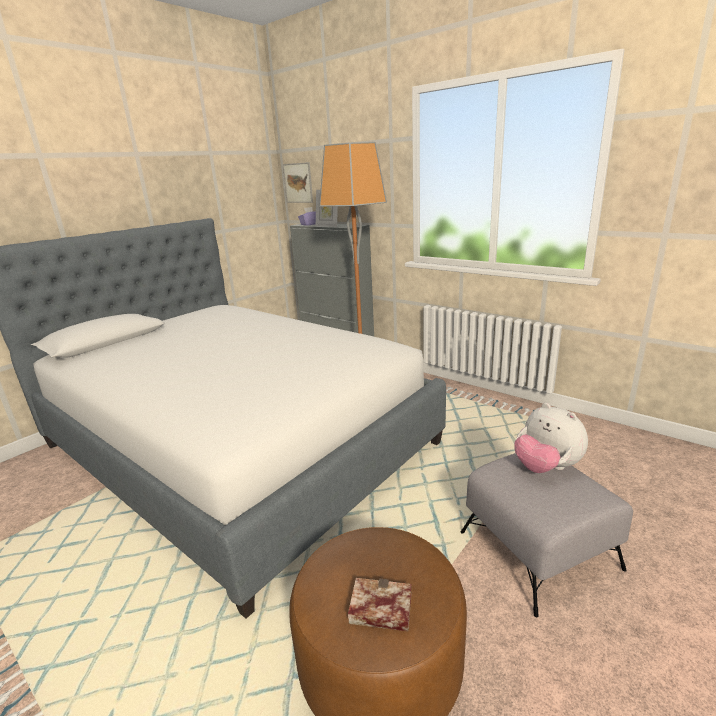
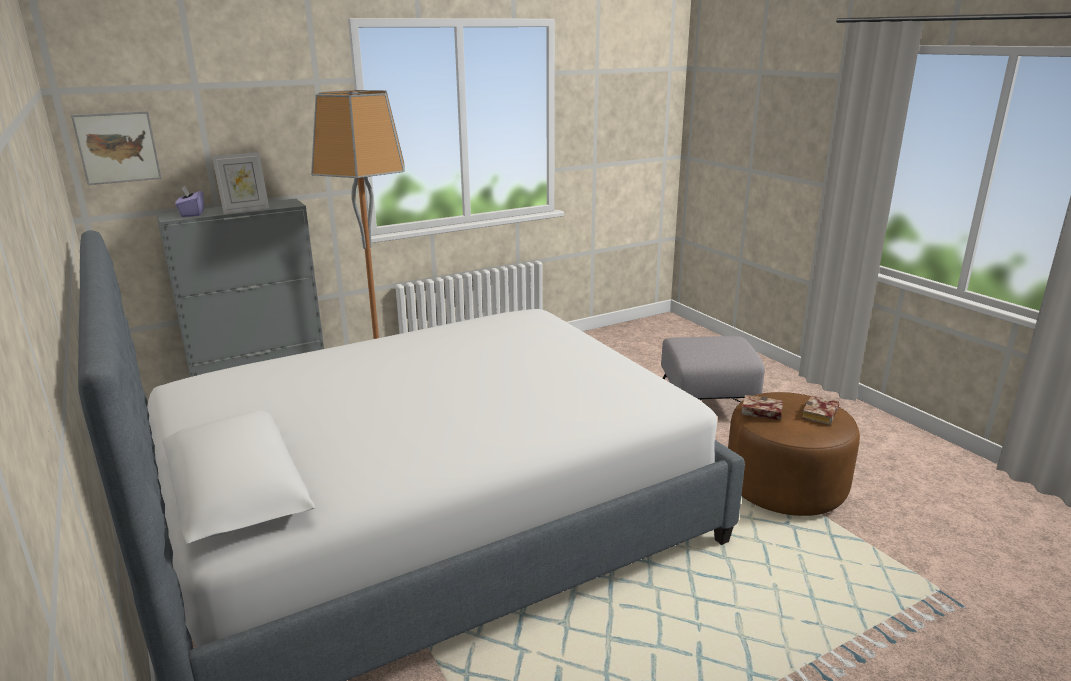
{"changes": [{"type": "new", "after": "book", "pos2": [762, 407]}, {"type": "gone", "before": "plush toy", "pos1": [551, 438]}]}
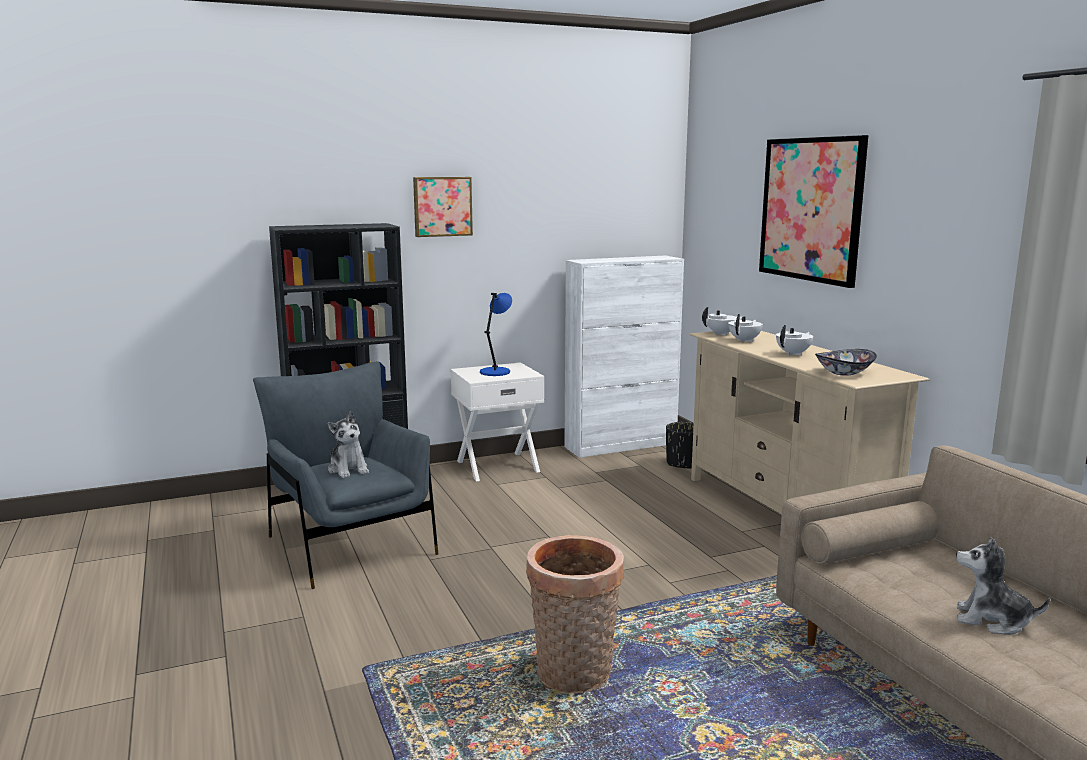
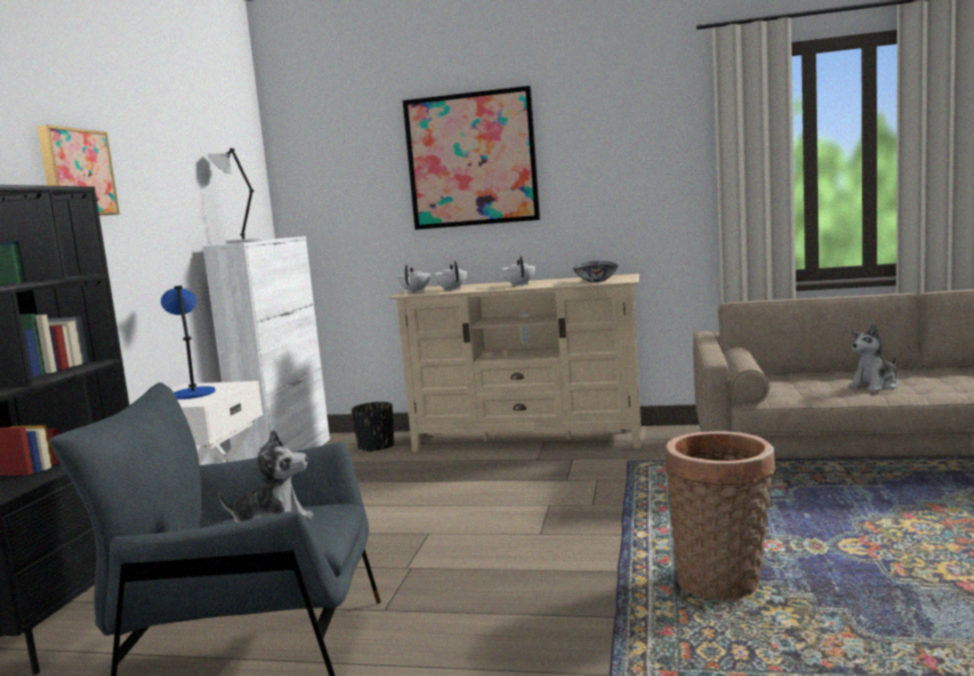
{"changes": [{"type": "new", "after": "table lamp (grey)", "pos2": [235, 196]}]}
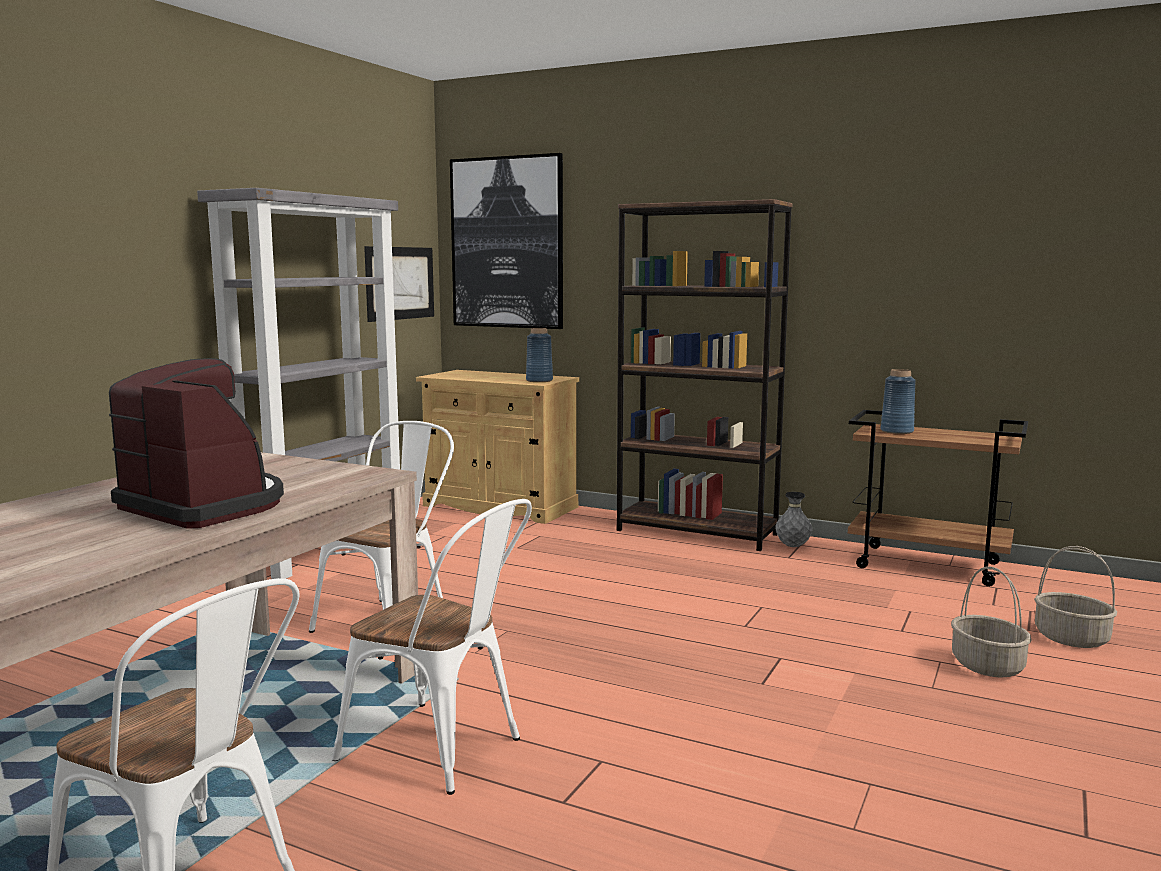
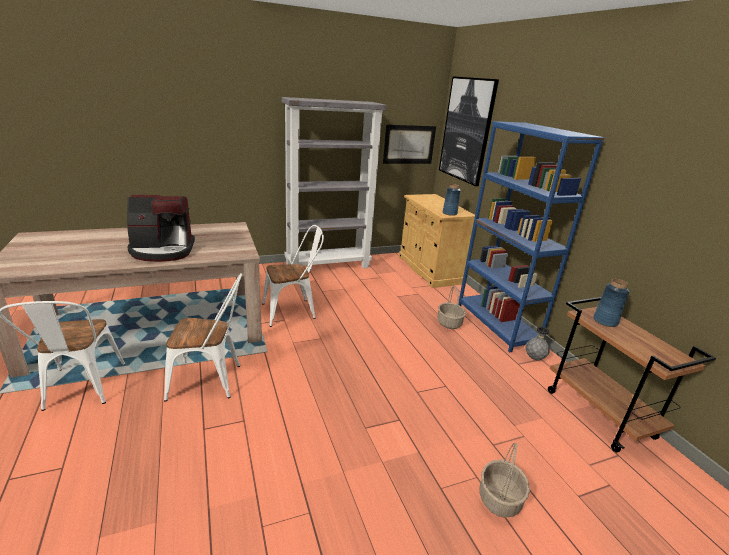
{"changes": [{"type": "rotated", "before": "coffee machine", "pos1": [196, 443], "pos2": [161, 228], "turn": 90}, {"type": "rotated", "before": "chair (white)", "pos1": [432, 647], "pos2": [203, 337], "turn": -75}, {"type": "shifted", "before": "basket", "pos1": [1075, 597], "pos2": [451, 307]}, {"type": "repainted", "before": "bookcase (brown)", "after": "bookcase (blue)", "pos1": [705, 375], "pos2": [532, 236]}]}
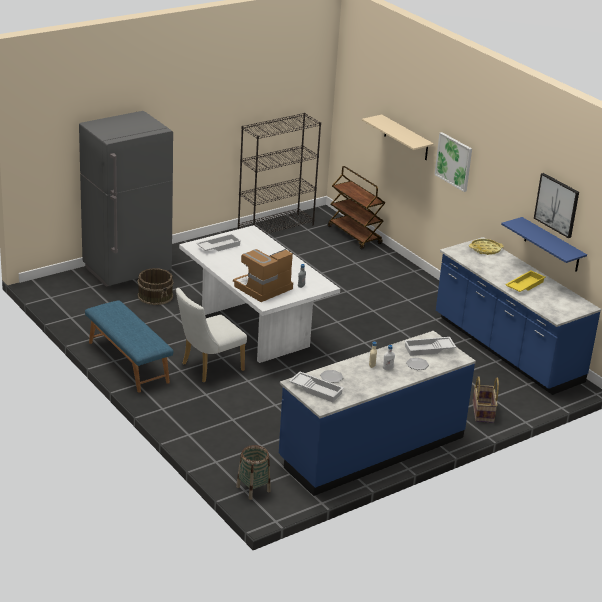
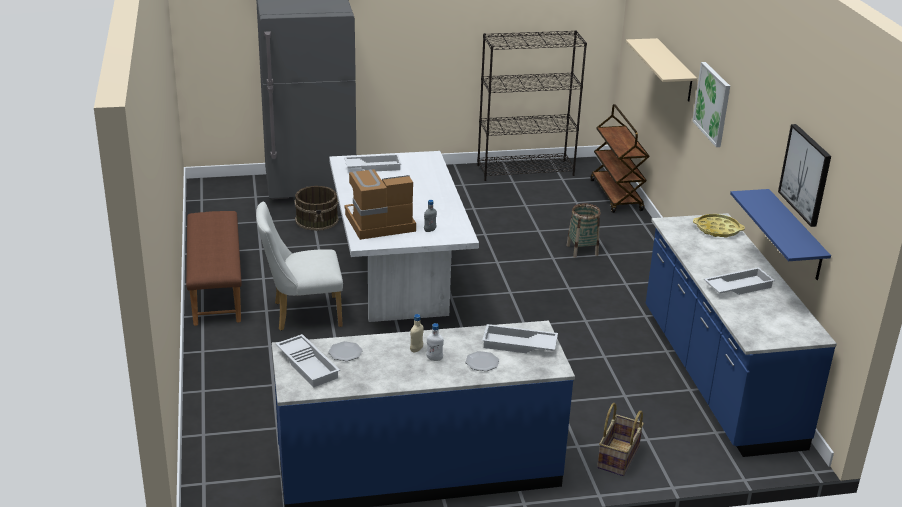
{"changes": [{"type": "repainted", "before": "bench (blue)", "after": "bench (brown)", "pos1": [129, 346], "pos2": [214, 268]}, {"type": "shifted", "before": "basket", "pos1": [253, 472], "pos2": [583, 230]}, {"type": "repainted", "before": "tray (yellow)", "after": "tray (white)", "pos1": [525, 281], "pos2": [739, 281]}]}
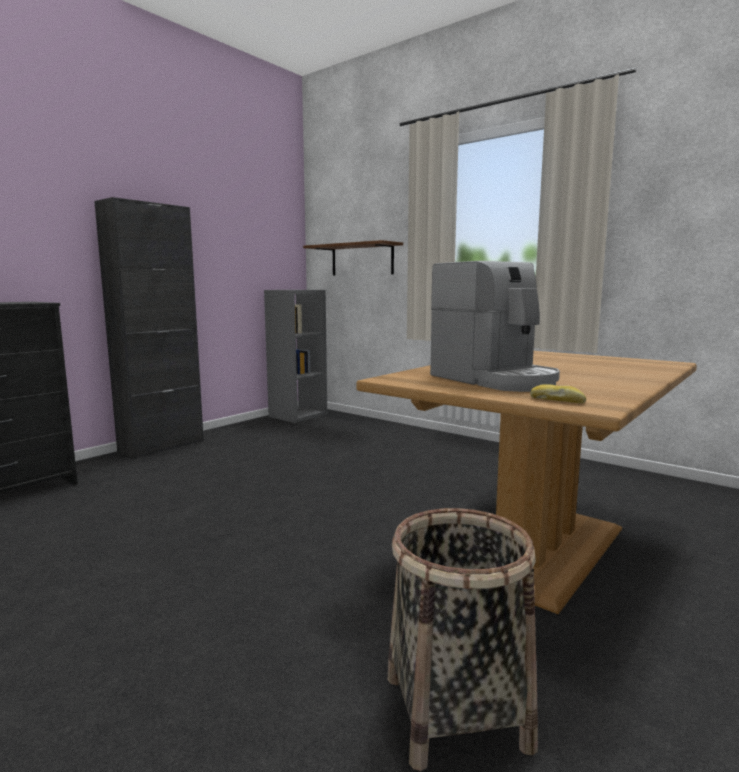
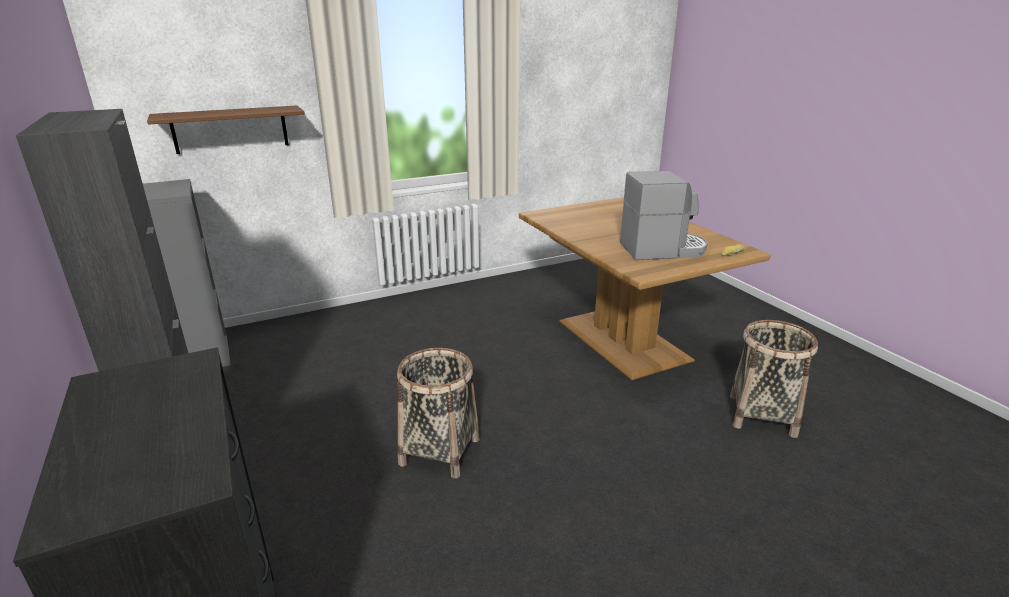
{"changes": [{"type": "new", "after": "basket", "pos2": [438, 413]}]}
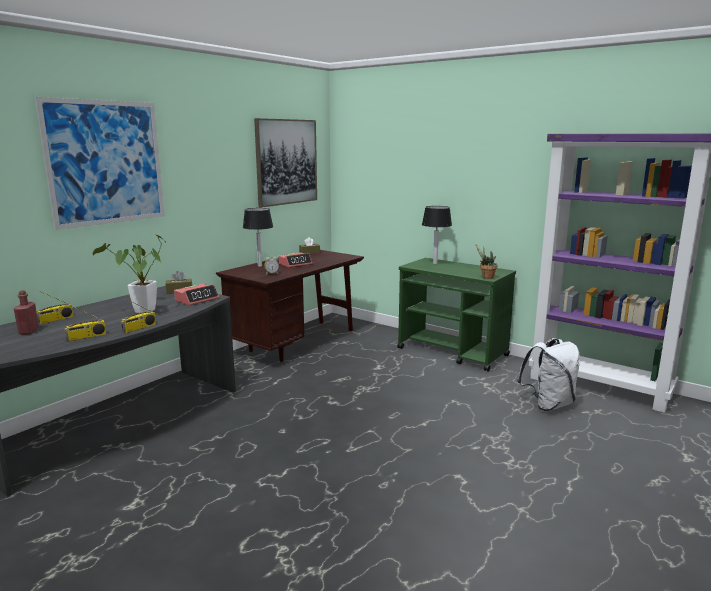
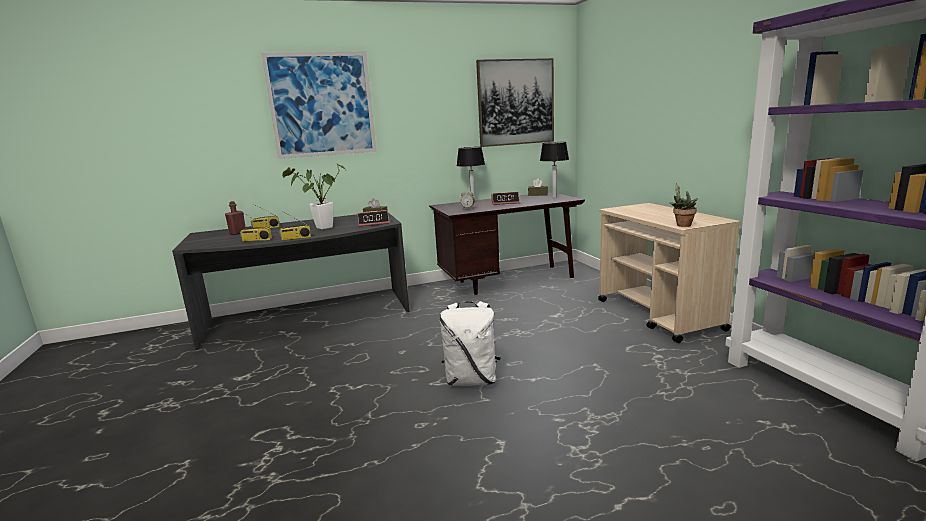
{"changes": [{"type": "shifted", "before": "backpack (white)", "pos1": [548, 374], "pos2": [470, 343]}, {"type": "shifted", "before": "table lamp", "pos1": [437, 235], "pos2": [554, 170]}, {"type": "repainted", "before": "cart (green)", "after": "cart (beige)", "pos1": [456, 315], "pos2": [669, 273]}]}
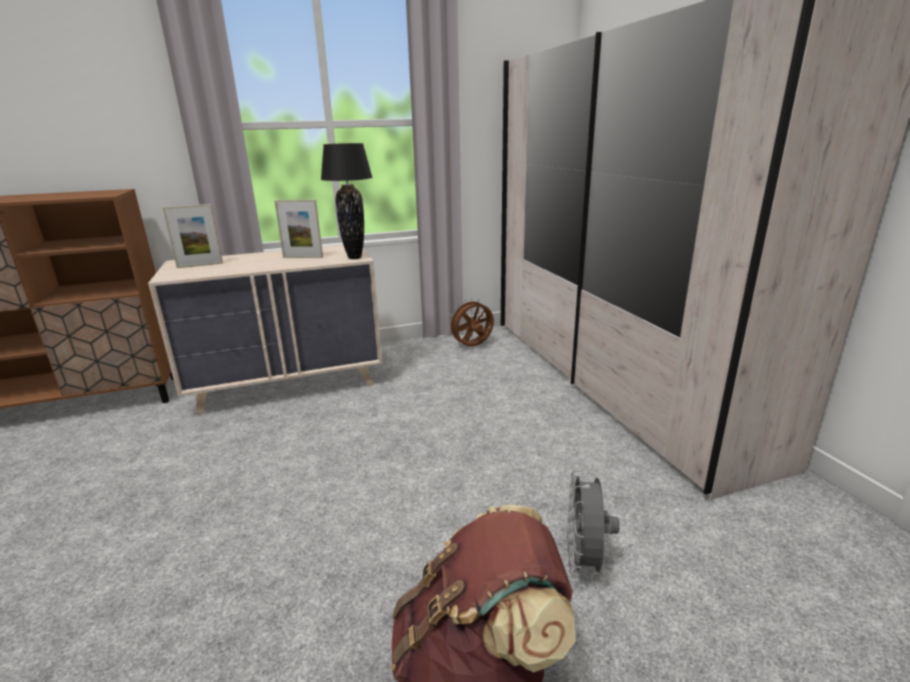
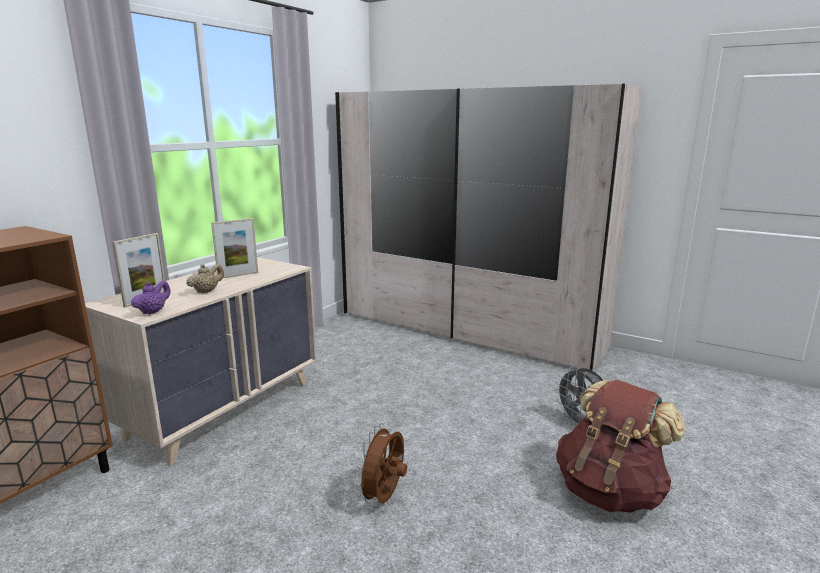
{"changes": [{"type": "new", "after": "teapot (purple)", "pos2": [151, 298]}, {"type": "new", "after": "teapot (beige)", "pos2": [205, 279]}, {"type": "shifted", "before": "fan (brown)", "pos1": [471, 322], "pos2": [381, 463]}, {"type": "gone", "before": "table lamp (black)", "pos1": [347, 201]}]}
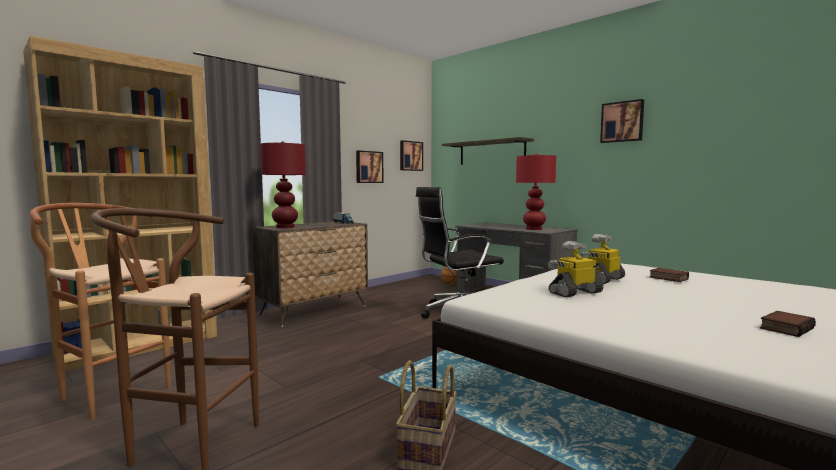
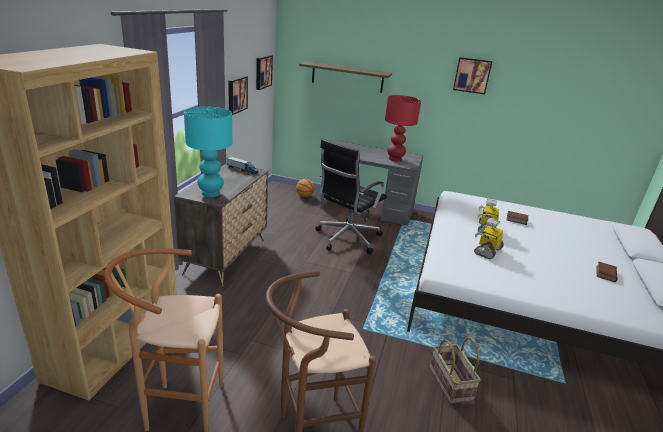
{"changes": [{"type": "repainted", "before": "table lamp (red)", "after": "table lamp (turquoise)", "pos1": [283, 184], "pos2": [208, 152]}]}
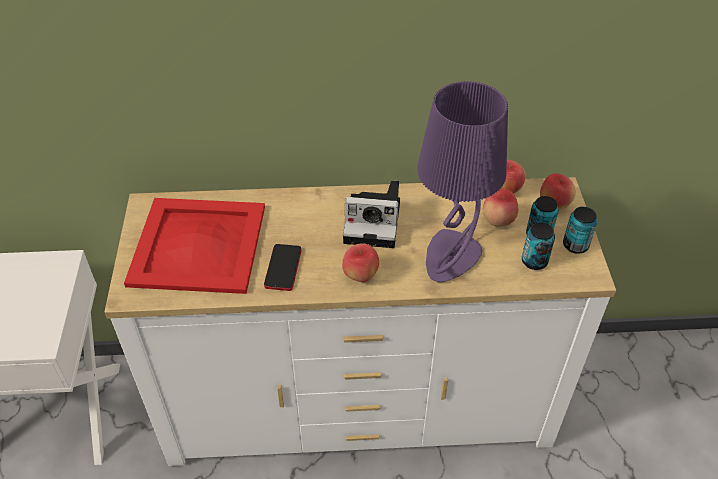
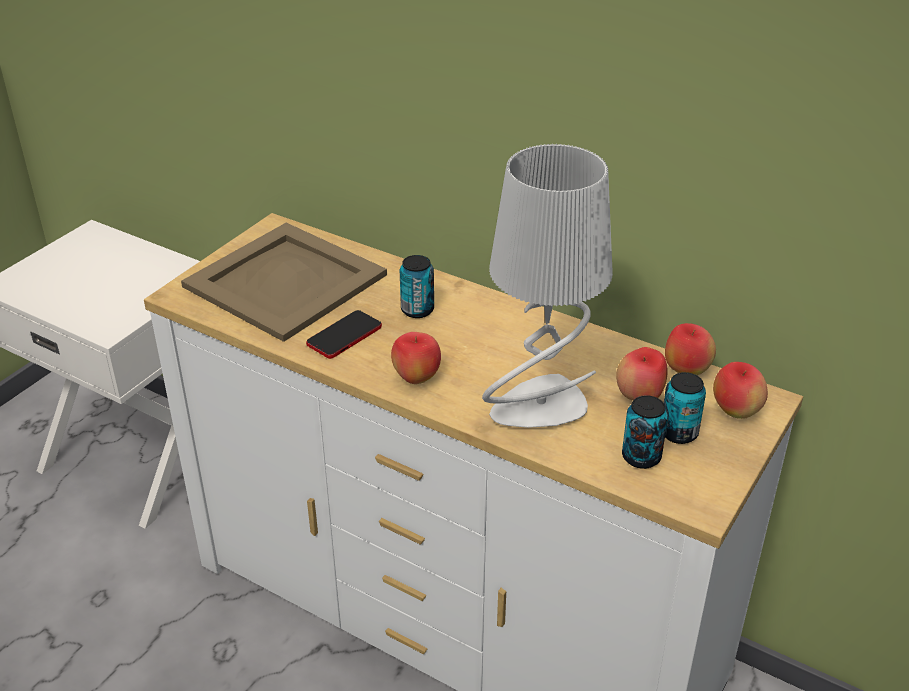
{"changes": [{"type": "repainted", "before": "tray (red)", "after": "tray (beige)", "pos1": [194, 246], "pos2": [284, 282]}, {"type": "shifted", "before": "can", "pos1": [580, 230], "pos2": [417, 286]}, {"type": "repainted", "before": "table lamp (purple)", "after": "table lamp (grey)", "pos1": [462, 181], "pos2": [547, 286]}, {"type": "gone", "before": "photo camera", "pos1": [371, 214]}]}
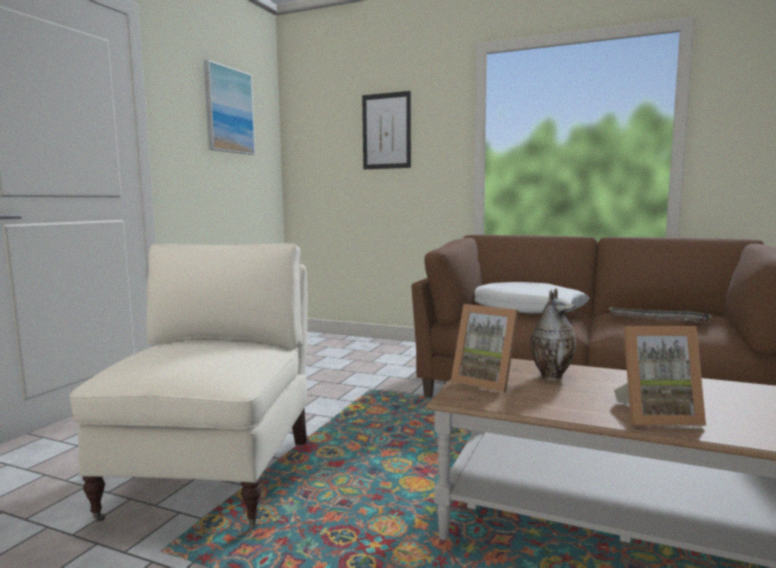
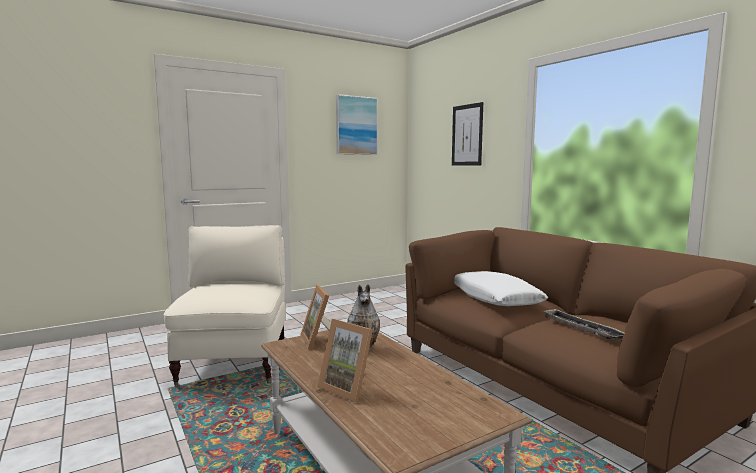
{"changes": [{"type": "rotated", "before": "armchair (beige)", "pos1": [188, 385], "pos2": [225, 306], "turn": -45}]}
